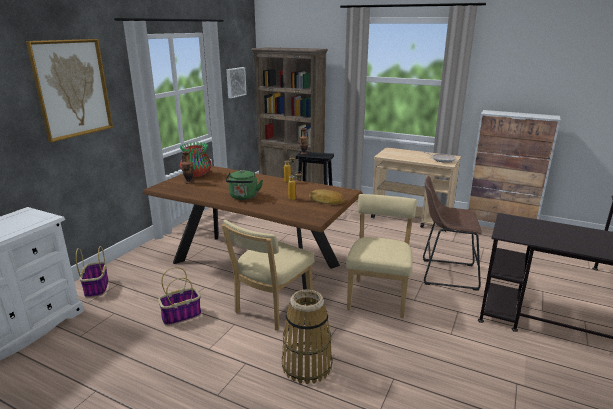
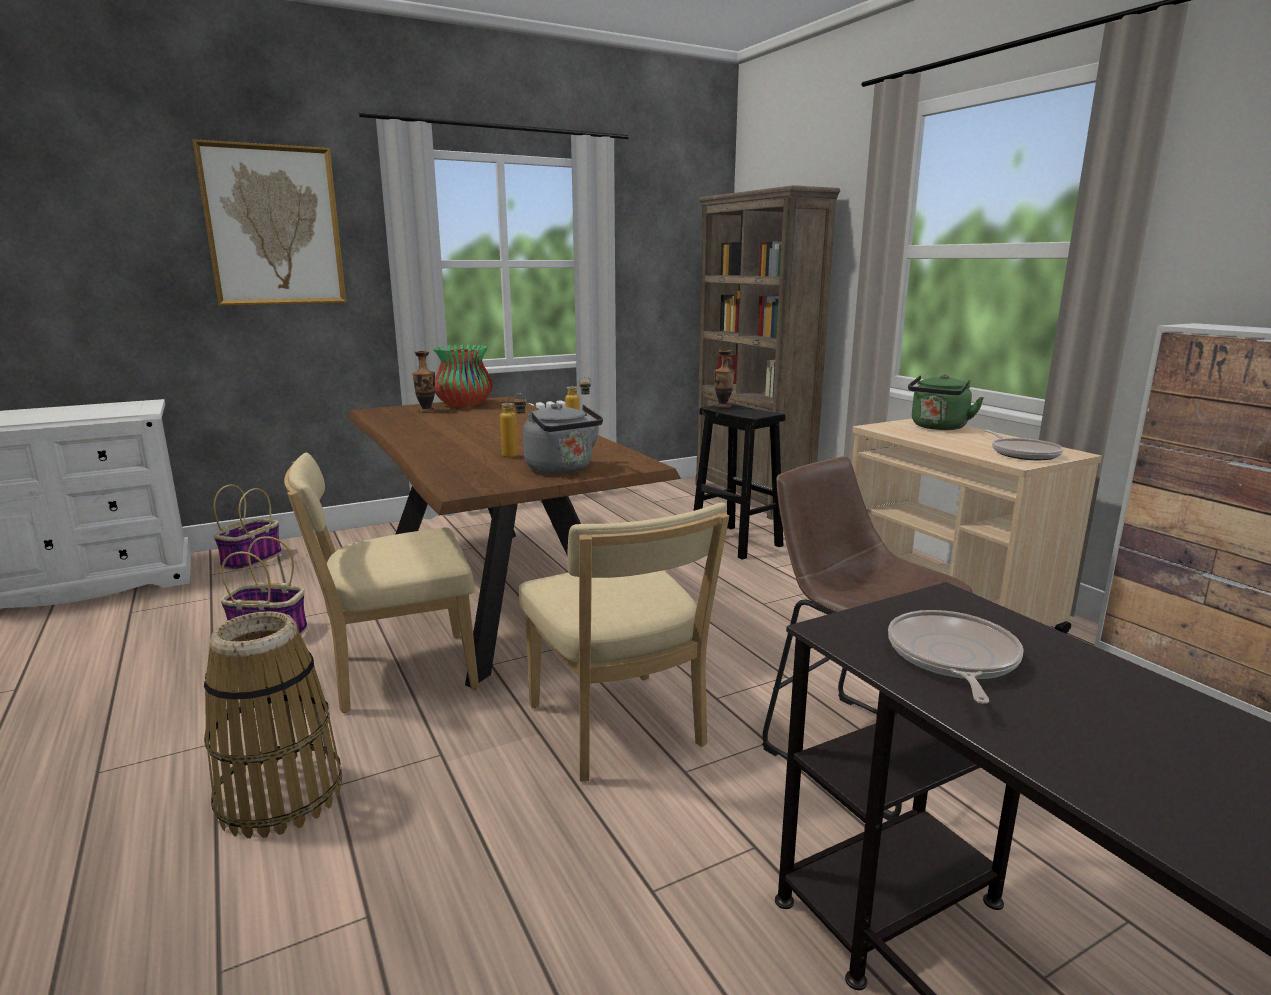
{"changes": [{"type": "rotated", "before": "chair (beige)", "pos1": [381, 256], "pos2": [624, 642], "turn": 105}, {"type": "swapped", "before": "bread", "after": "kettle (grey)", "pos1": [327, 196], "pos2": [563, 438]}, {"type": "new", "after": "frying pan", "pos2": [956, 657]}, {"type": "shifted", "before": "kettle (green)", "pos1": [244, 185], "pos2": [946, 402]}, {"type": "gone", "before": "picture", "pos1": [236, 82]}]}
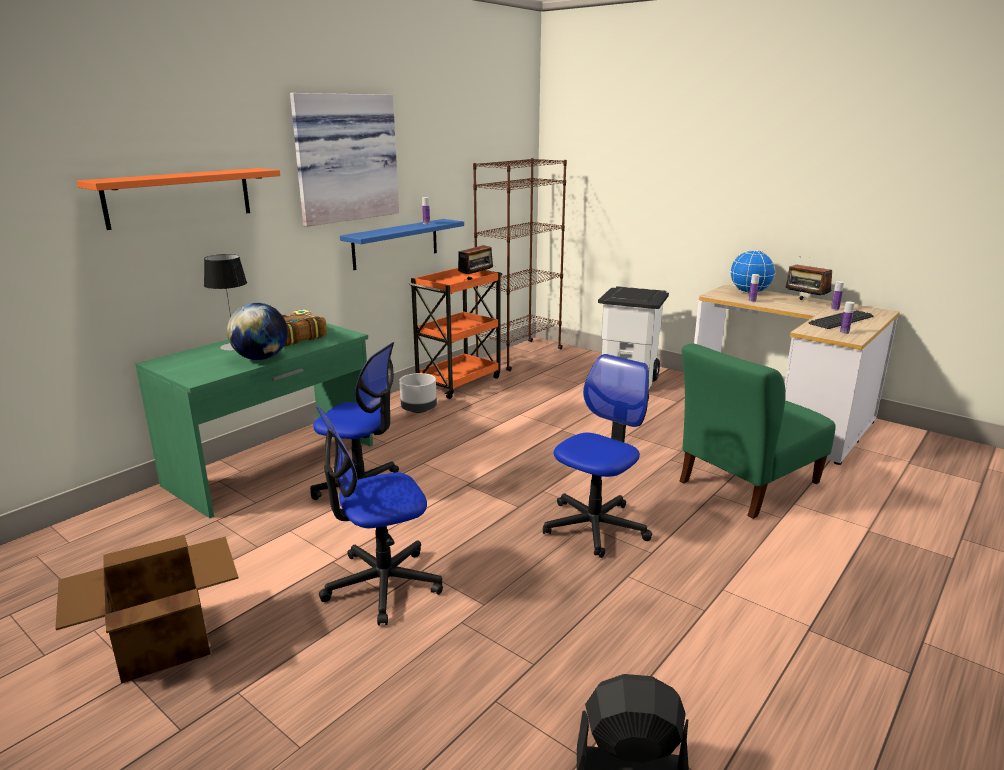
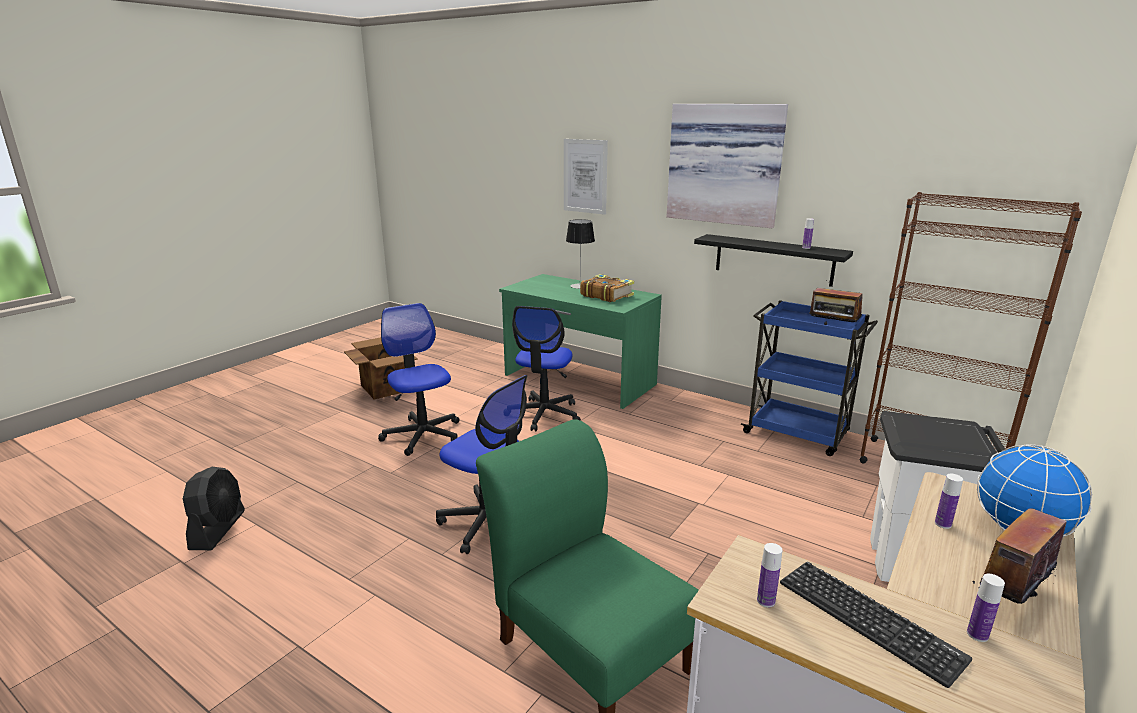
{"changes": [{"type": "swapped", "before": "shelf (orange)", "after": "picture", "pos1": [178, 199], "pos2": [586, 177]}, {"type": "repainted", "before": "shelf (blue)", "after": "shelf (black)", "pos1": [402, 244], "pos2": [773, 260]}, {"type": "repainted", "before": "cart (orange)", "after": "cart (blue)", "pos1": [455, 333], "pos2": [809, 378]}, {"type": "gone", "before": "globe", "pos1": [257, 331]}, {"type": "gone", "before": "planter (grey)", "pos1": [418, 393]}]}
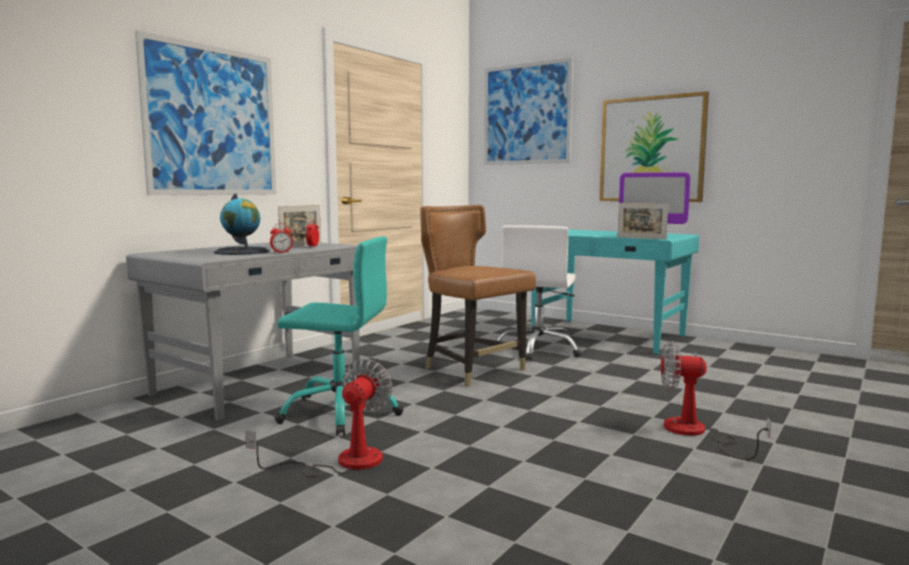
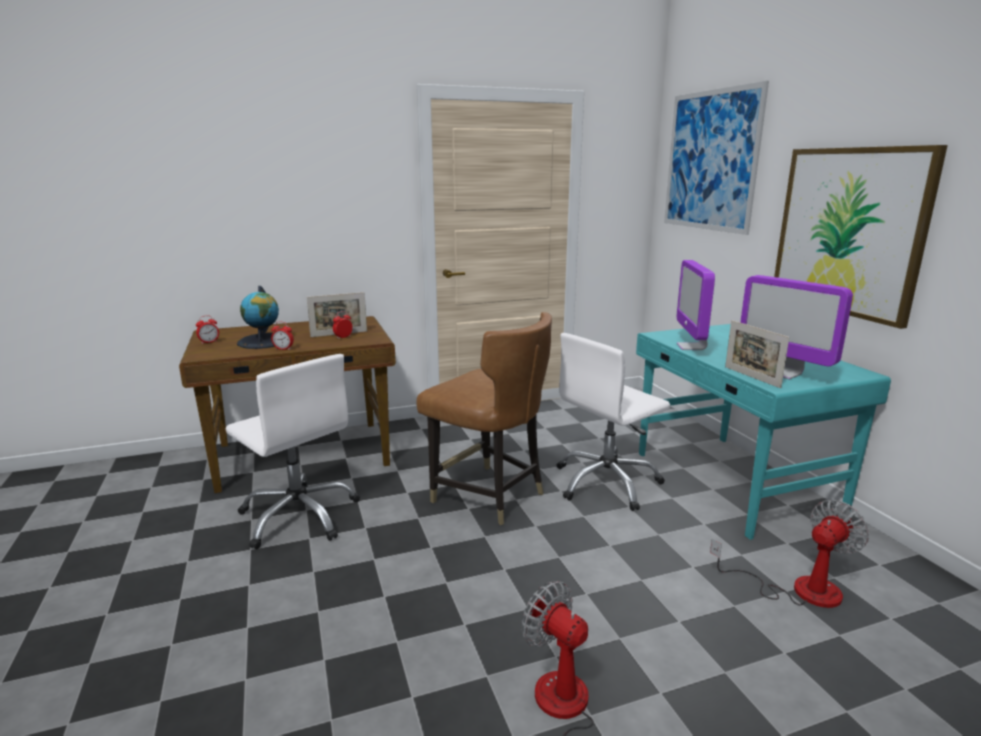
{"changes": [{"type": "repainted", "before": "desk (grey)", "after": "desk (brown)", "pos1": [243, 331], "pos2": [287, 404]}, {"type": "new", "after": "alarm clock", "pos2": [207, 329]}, {"type": "repainted", "before": "office chair (turquoise)", "after": "office chair (white)", "pos1": [339, 336], "pos2": [293, 451]}, {"type": "rotated", "before": "chair (brown)", "pos1": [478, 295], "pos2": [484, 418], "turn": 135}, {"type": "new", "after": "monitor", "pos2": [696, 305]}, {"type": "shifted", "before": "fan", "pos1": [319, 418], "pos2": [789, 554]}, {"type": "gone", "before": "picture", "pos1": [205, 113]}]}
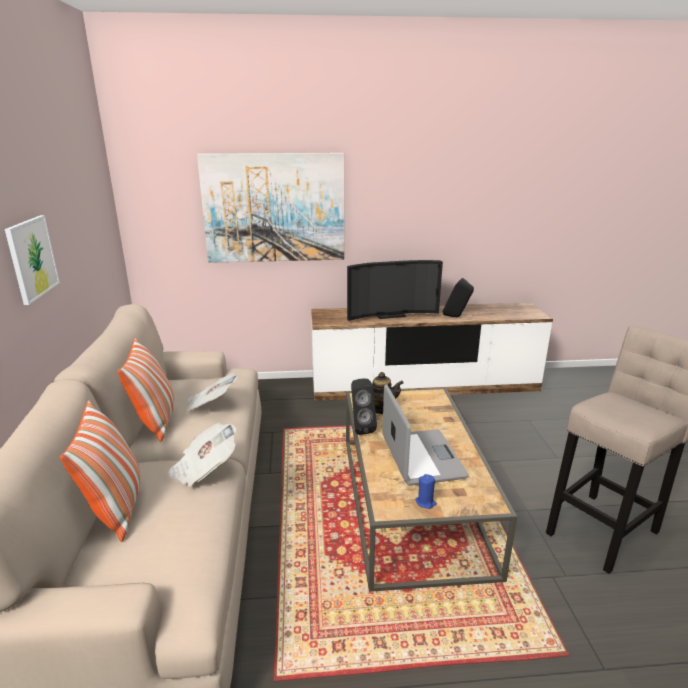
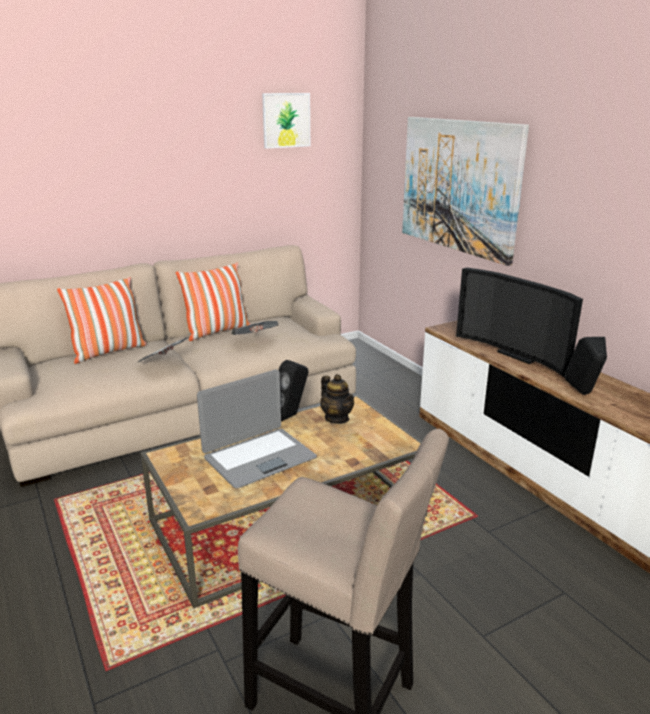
{"changes": [{"type": "shifted", "before": "picture", "pos1": [32, 260], "pos2": [286, 121]}, {"type": "gone", "before": "candle (blue)", "pos1": [426, 491]}]}
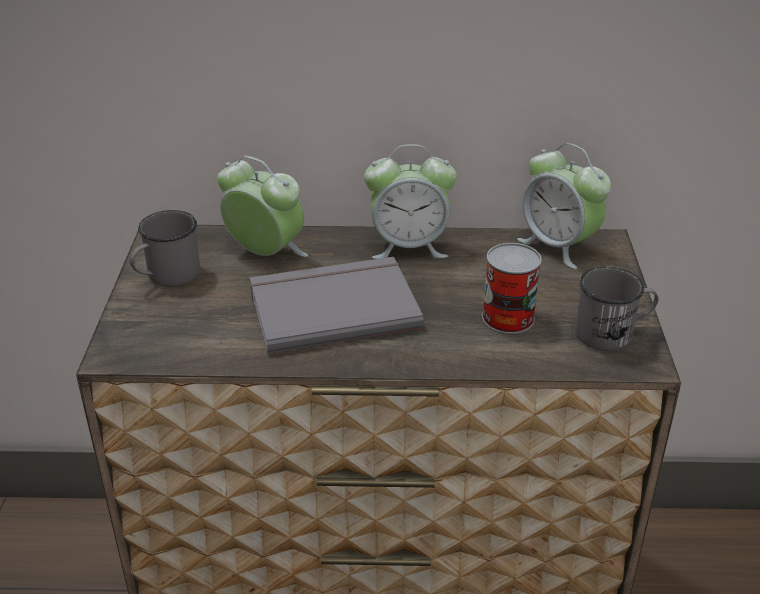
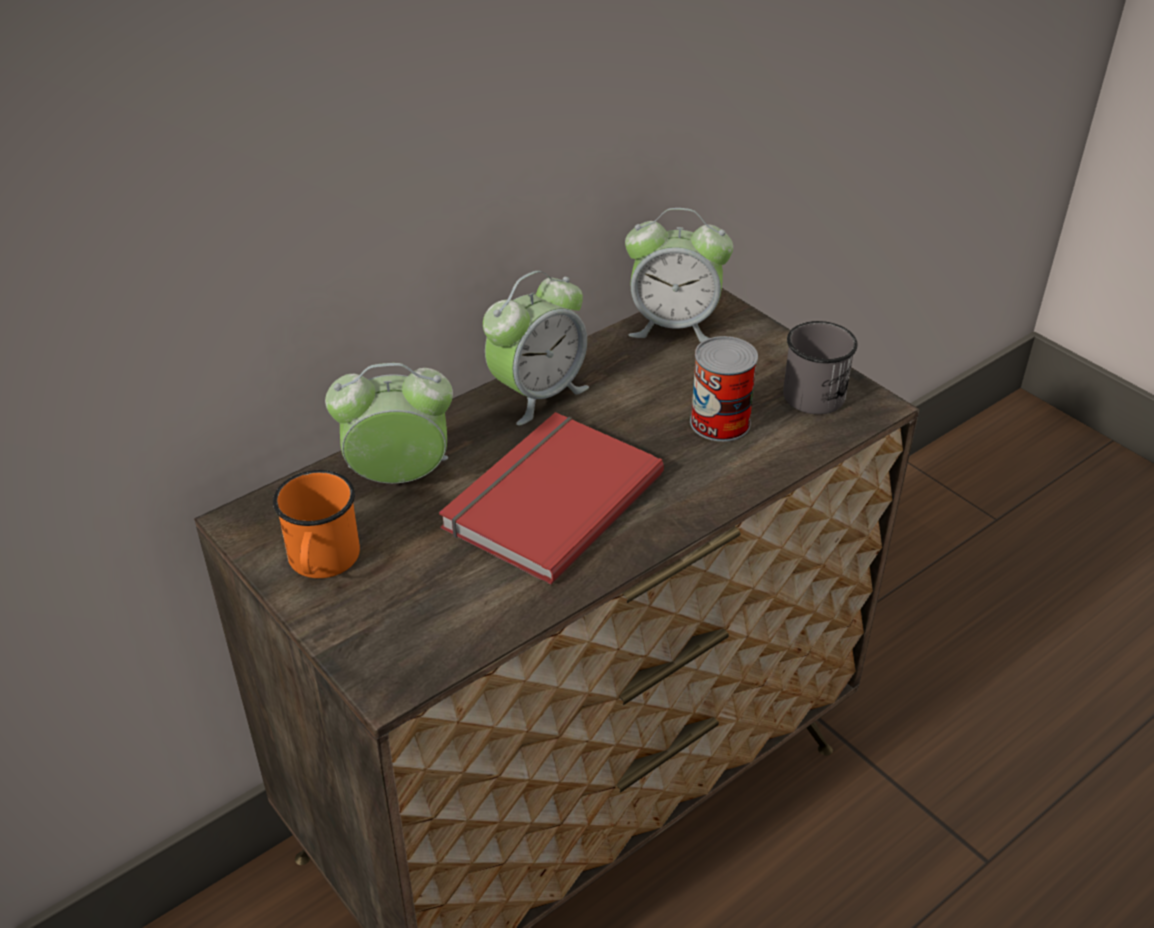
{"changes": [{"type": "repainted", "before": "mug (grey)", "after": "mug (orange)", "pos1": [165, 248], "pos2": [316, 524]}, {"type": "repainted", "before": "book (grey)", "after": "book (red)", "pos1": [337, 305], "pos2": [551, 498]}]}
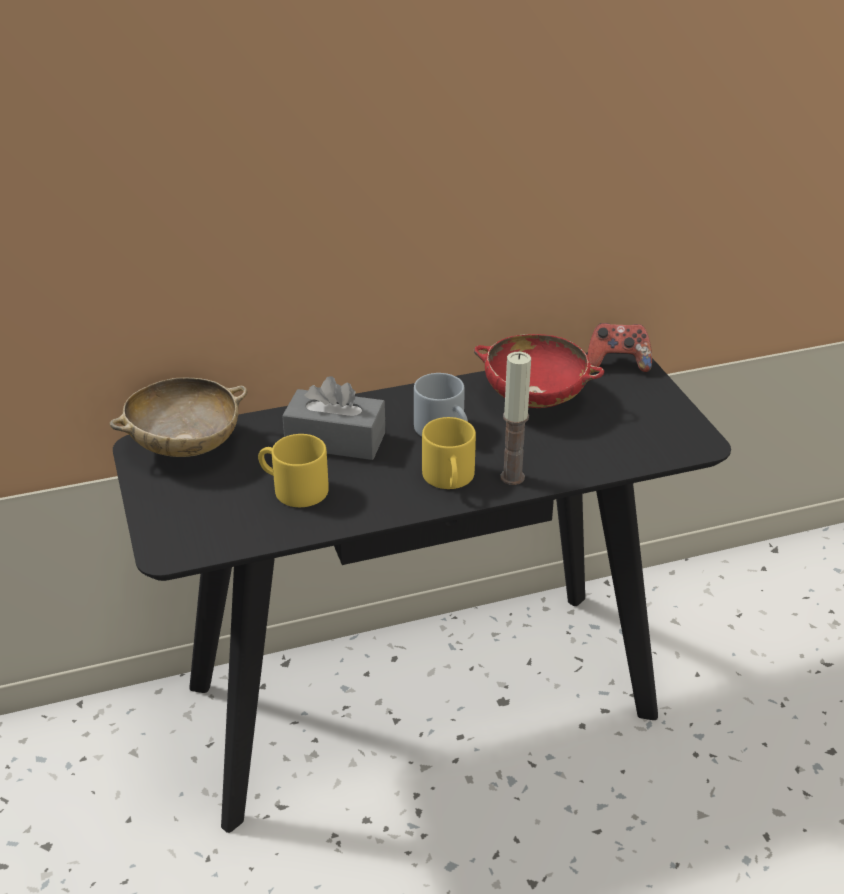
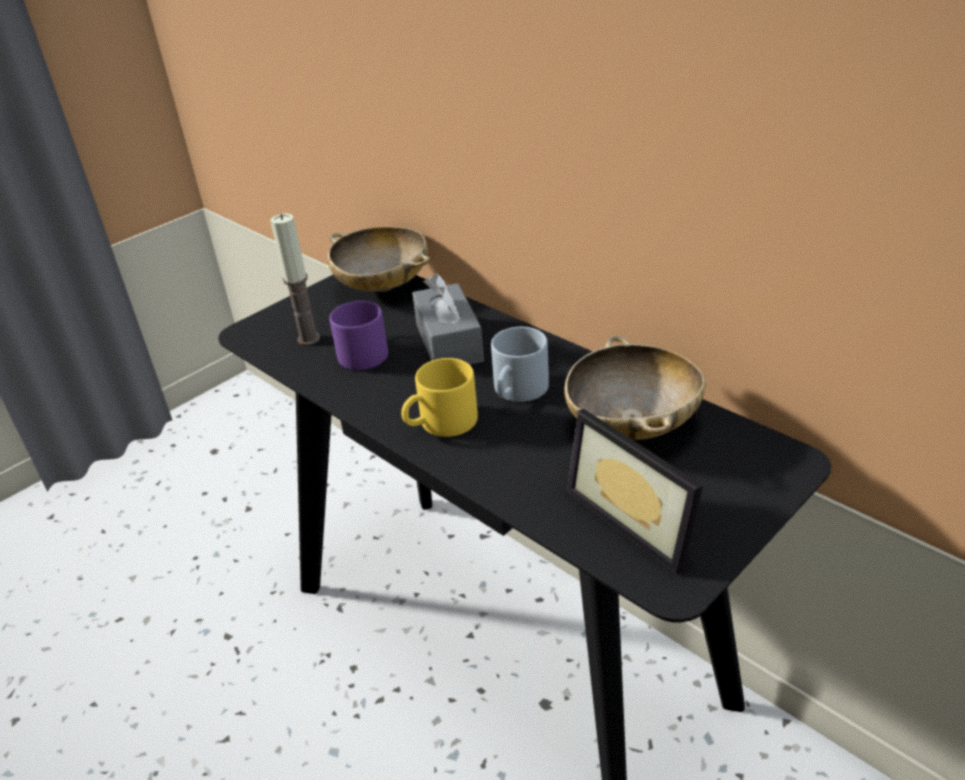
{"changes": [{"type": "shifted", "before": "candle", "pos1": [515, 418], "pos2": [295, 279]}, {"type": "repainted", "before": "mug (yellow)", "after": "mug (purple)", "pos1": [293, 470], "pos2": [358, 335]}, {"type": "repainted", "before": "bowl (red)", "after": "bowl (beige)", "pos1": [539, 371], "pos2": [634, 388]}, {"type": "new", "after": "picture frame", "pos2": [635, 491]}, {"type": "gone", "before": "game controller", "pos1": [619, 347]}]}
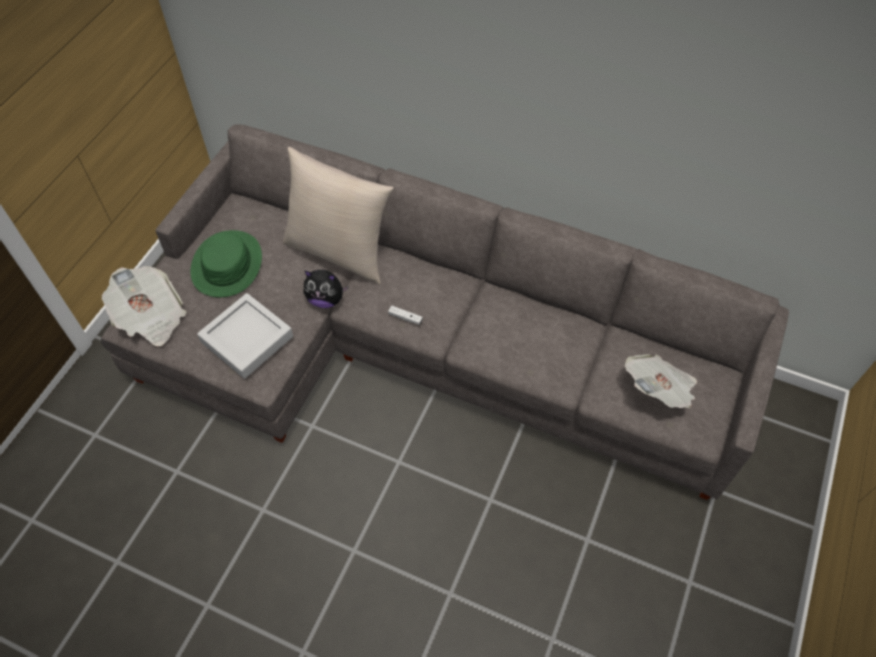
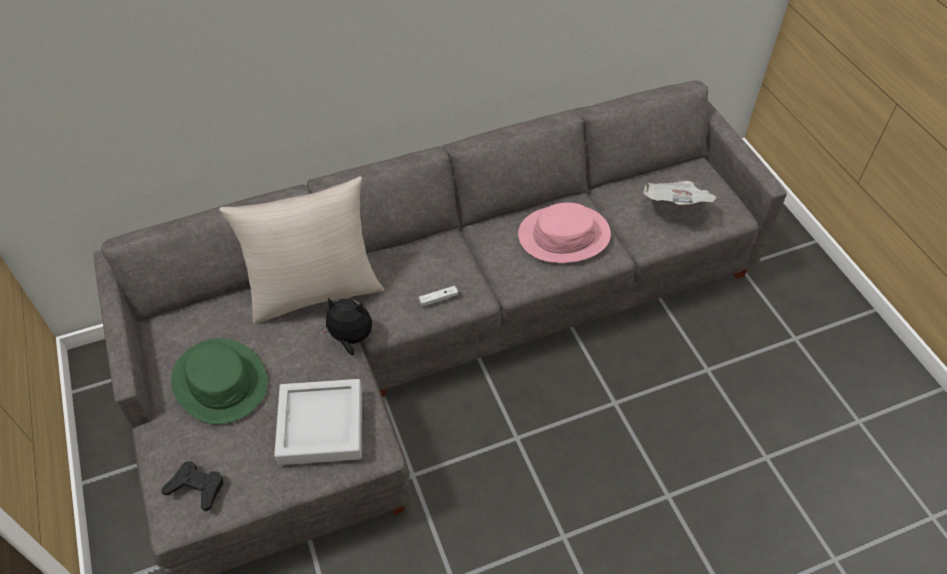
{"changes": [{"type": "swapped", "before": "newspaper", "after": "game controller (black)", "pos1": [144, 306], "pos2": [192, 486]}, {"type": "rotated", "before": "plush toy", "pos1": [326, 289], "pos2": [345, 327], "turn": -135}, {"type": "new", "after": "hat (pink)", "pos2": [564, 233]}]}
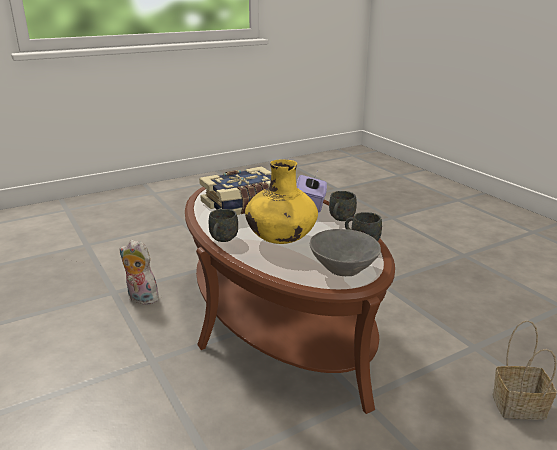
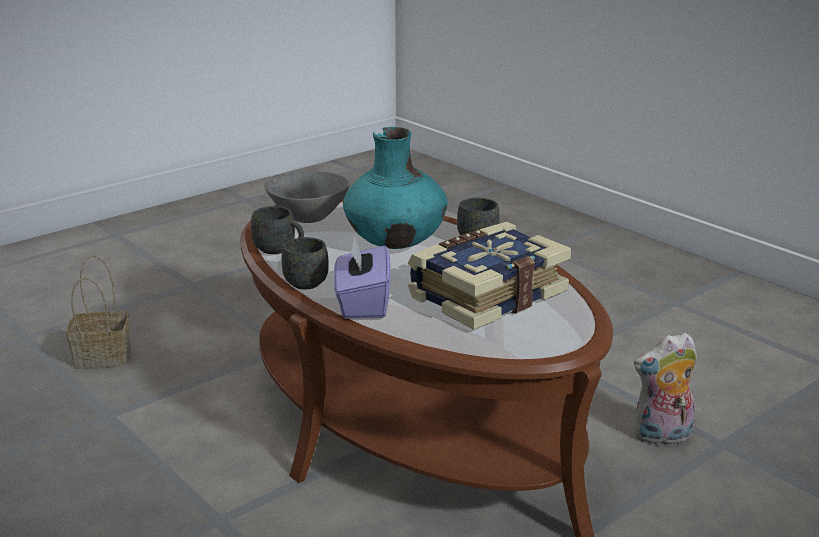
{"changes": [{"type": "repainted", "before": "vase (yellow)", "after": "vase (turquoise)", "pos1": [281, 201], "pos2": [395, 188]}, {"type": "rotated", "before": "plush toy", "pos1": [139, 272], "pos2": [665, 389], "turn": 150}]}
